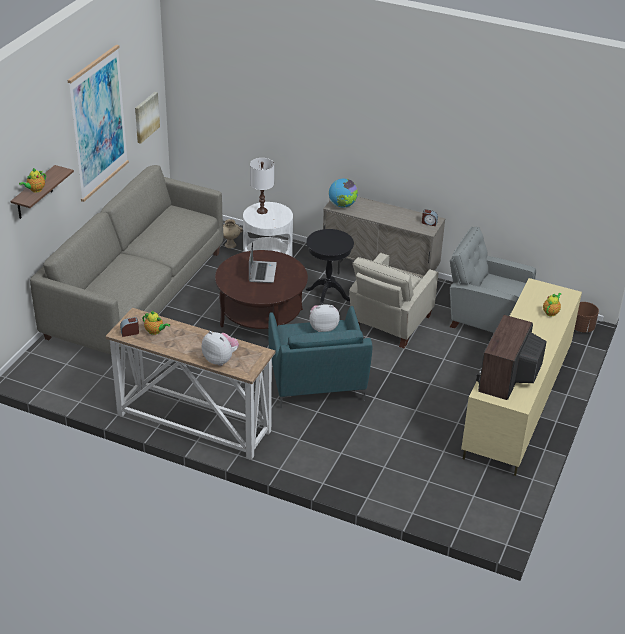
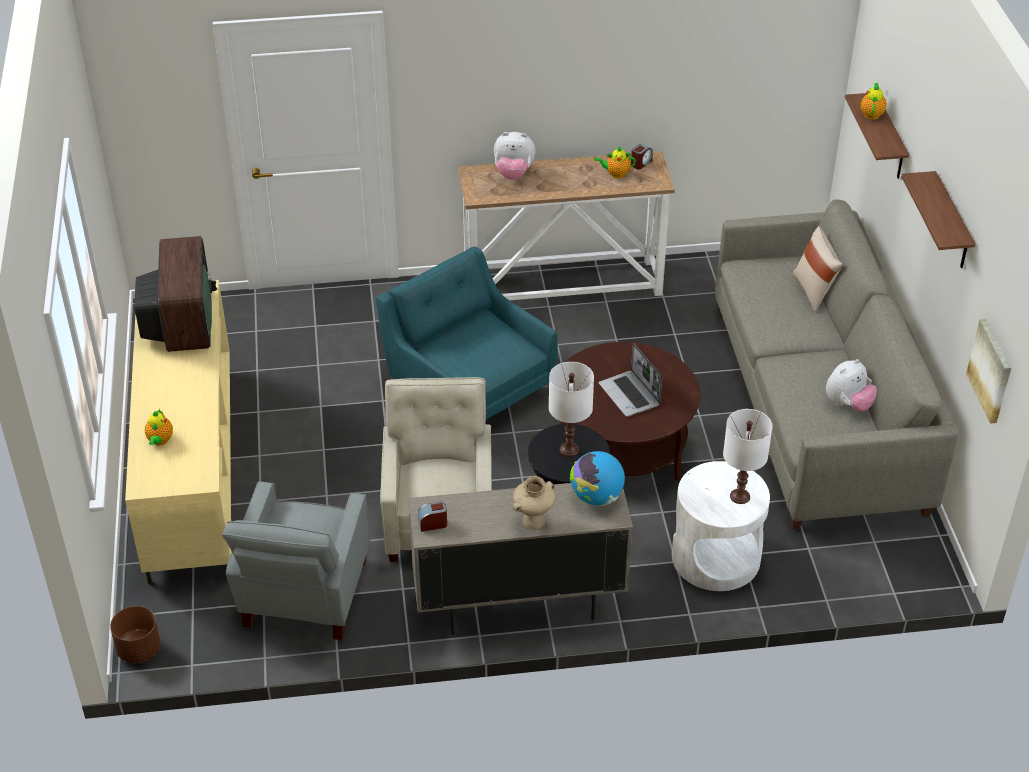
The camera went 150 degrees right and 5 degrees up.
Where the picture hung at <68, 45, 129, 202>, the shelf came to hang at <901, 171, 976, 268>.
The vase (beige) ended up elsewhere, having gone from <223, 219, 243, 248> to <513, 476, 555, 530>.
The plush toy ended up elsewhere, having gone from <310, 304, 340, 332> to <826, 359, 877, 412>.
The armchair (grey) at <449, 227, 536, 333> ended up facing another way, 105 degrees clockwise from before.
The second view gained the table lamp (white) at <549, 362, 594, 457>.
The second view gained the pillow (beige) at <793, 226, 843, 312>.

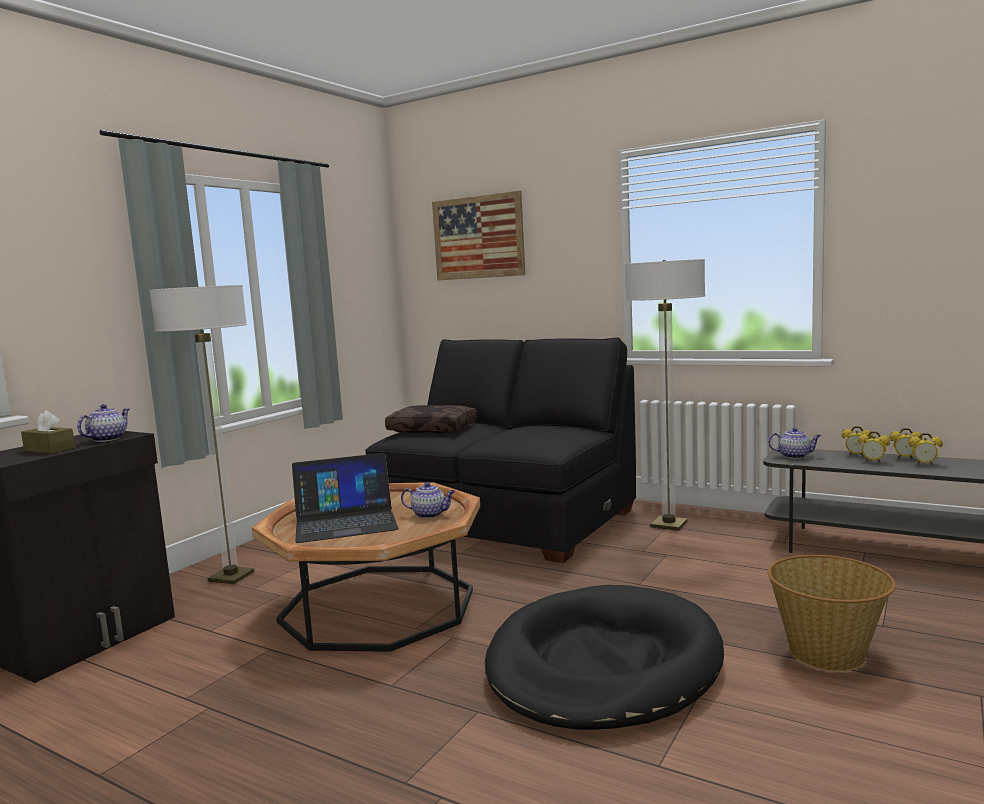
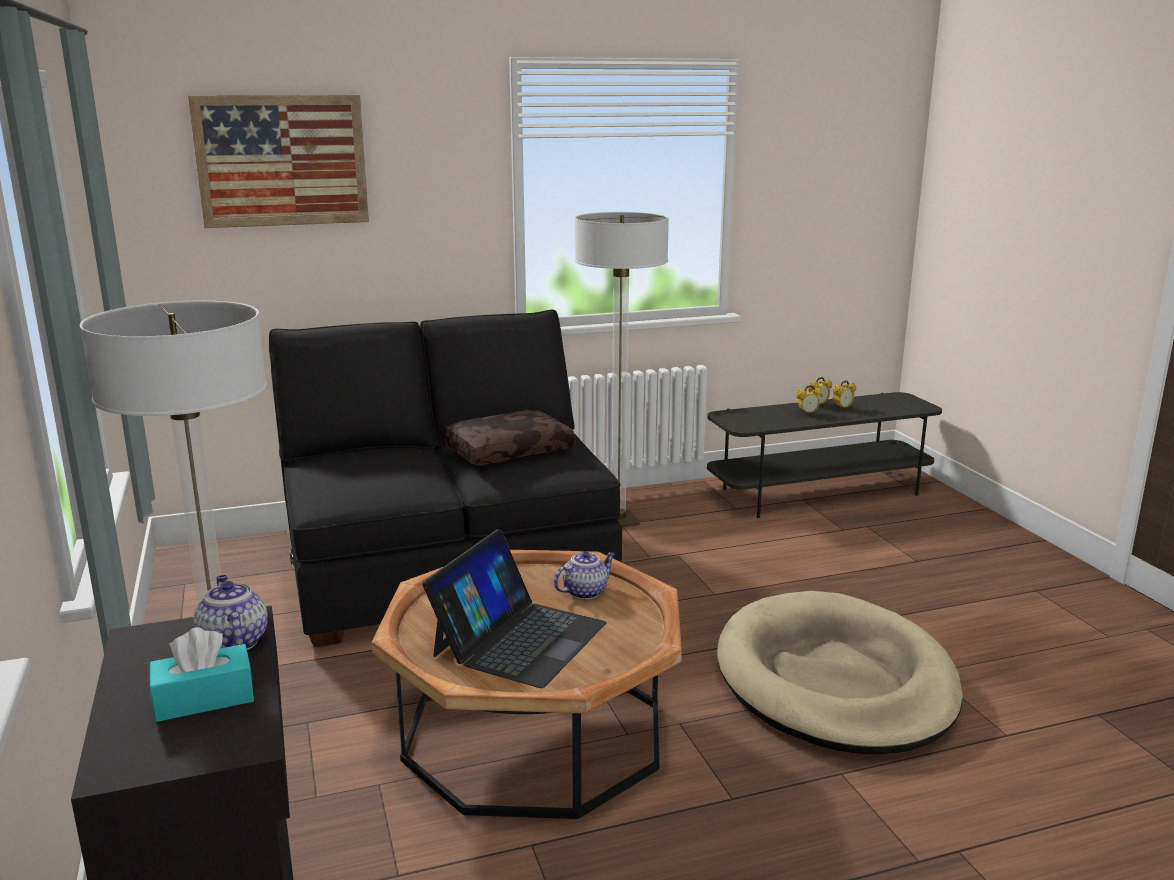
The camera went 50 degrees left and 10 degrees up.
What was the tissue box (brown) at <21, 410, 75, 453> turned into the tissue box (turquoise) at <150, 627, 254, 722>.
The pillow (brown) ended up elsewhere, having gone from <385, 405, 477, 433> to <442, 410, 575, 465>.
What was the dog bed (black) at <485, 585, 724, 730> turned into the dog bed (beige) at <717, 591, 963, 754>.
The second view lost the teapot at <768, 428, 821, 459>.
The second view lost the basket at <768, 555, 896, 671>.
The second view lost the alarm clock at <842, 426, 873, 456>.

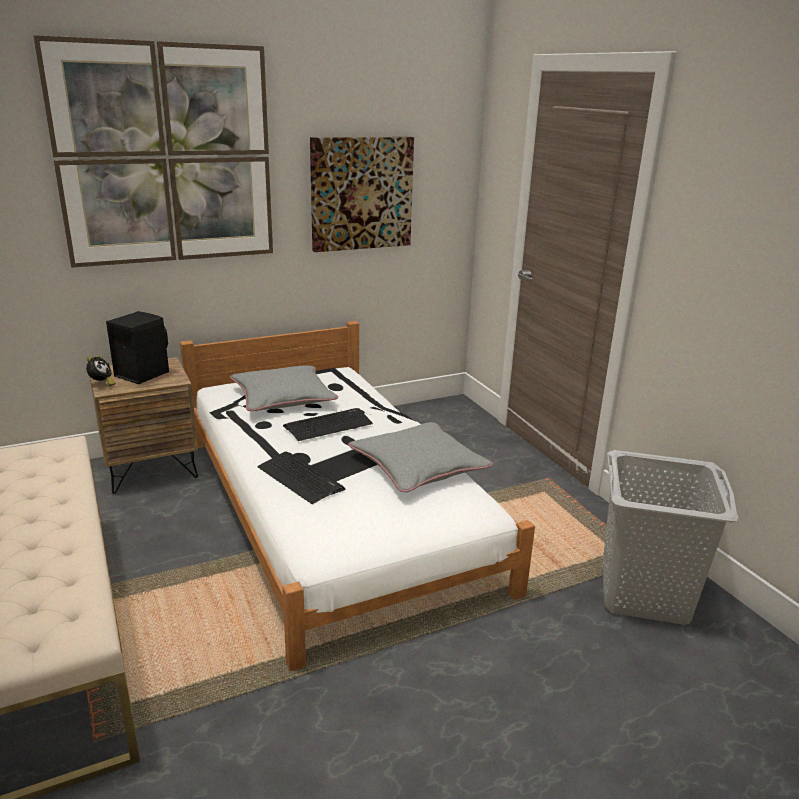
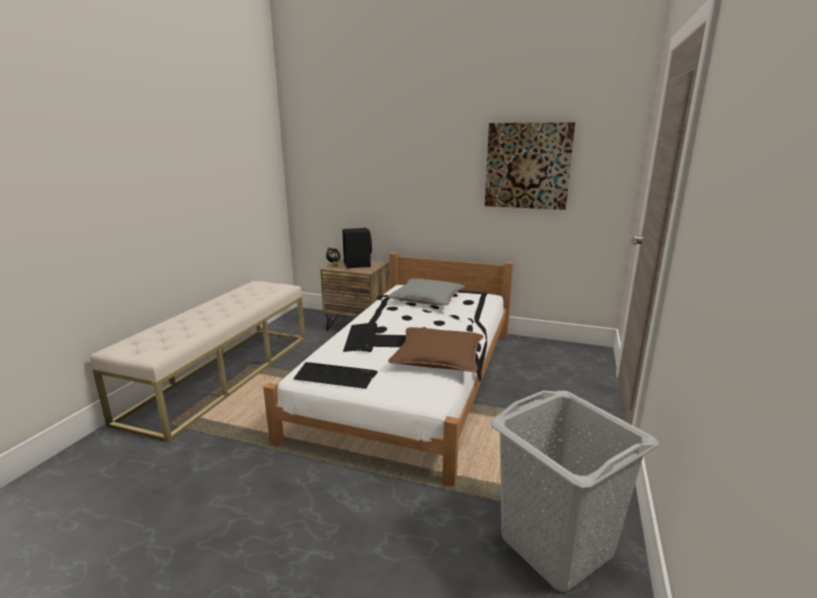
The camera went 45 degrees right and 5 degrees down.
The second view lost the picture at <33, 35, 273, 268>.
The keyboard ended up elsewhere, having gone from <283, 408, 373, 441> to <293, 362, 378, 389>.
What was the pillow (grey) at <348, 422, 493, 492> turned into the pillow (brown) at <388, 327, 483, 372>.

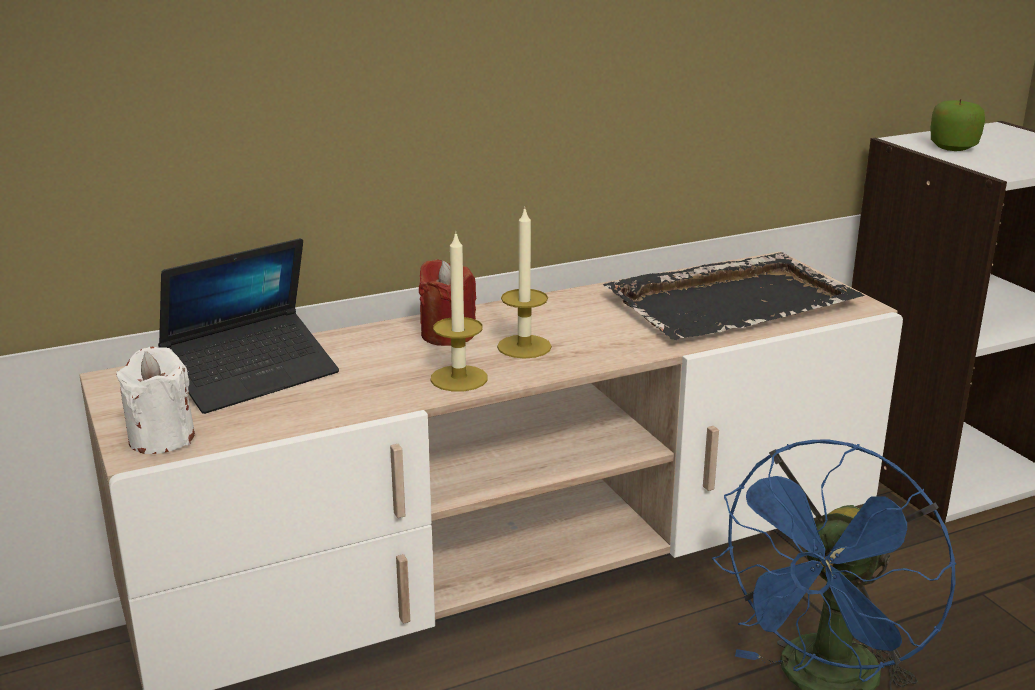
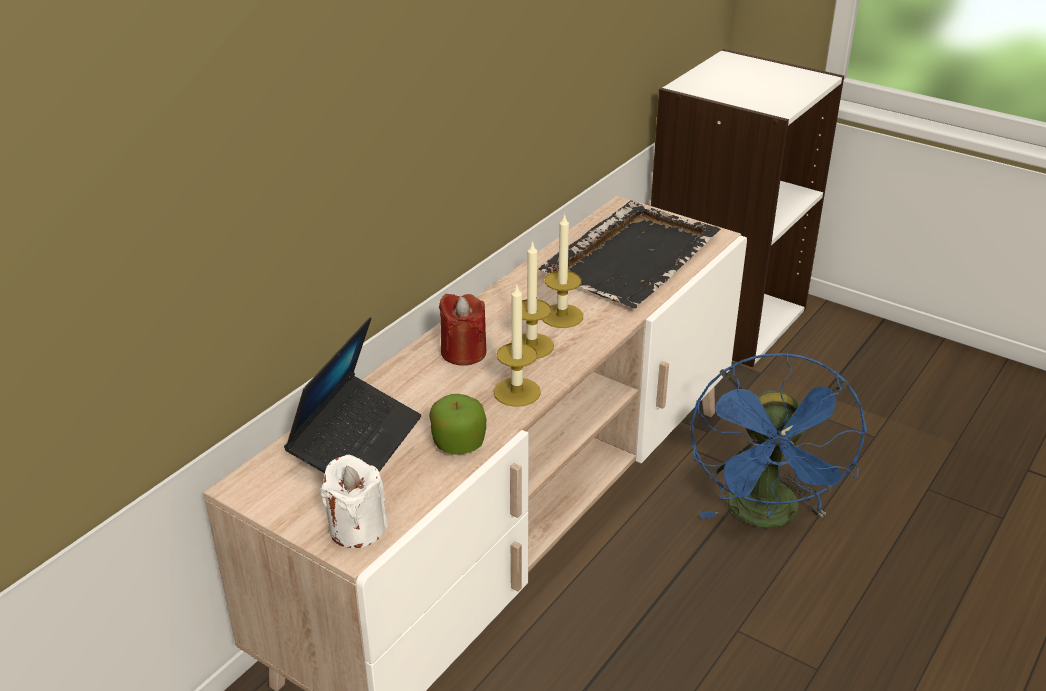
The camera went 30 degrees left and 10 degrees up.
The apple ended up elsewhere, having gone from <931, 99, 985, 151> to <429, 394, 486, 455>.
The second view gained the candle at <542, 213, 583, 328>.

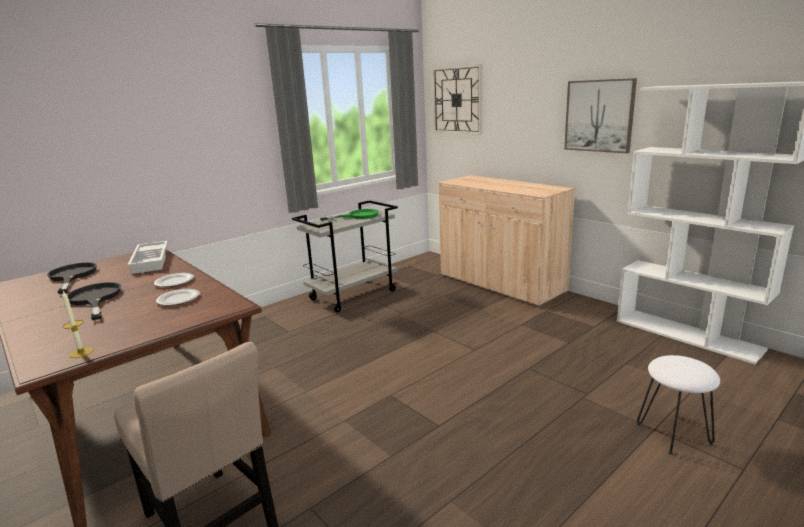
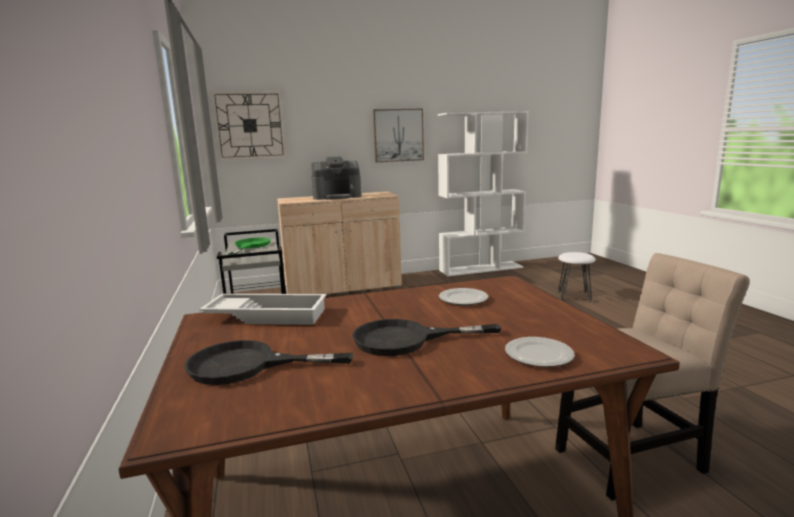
The camera went 65 degrees left and 5 degrees down.
The second view lost the candle at <62, 291, 93, 358>.
The plate ended up elsewhere, having gone from <154, 273, 194, 287> to <505, 337, 575, 367>.
The second view gained the coffee machine at <311, 157, 361, 200>.

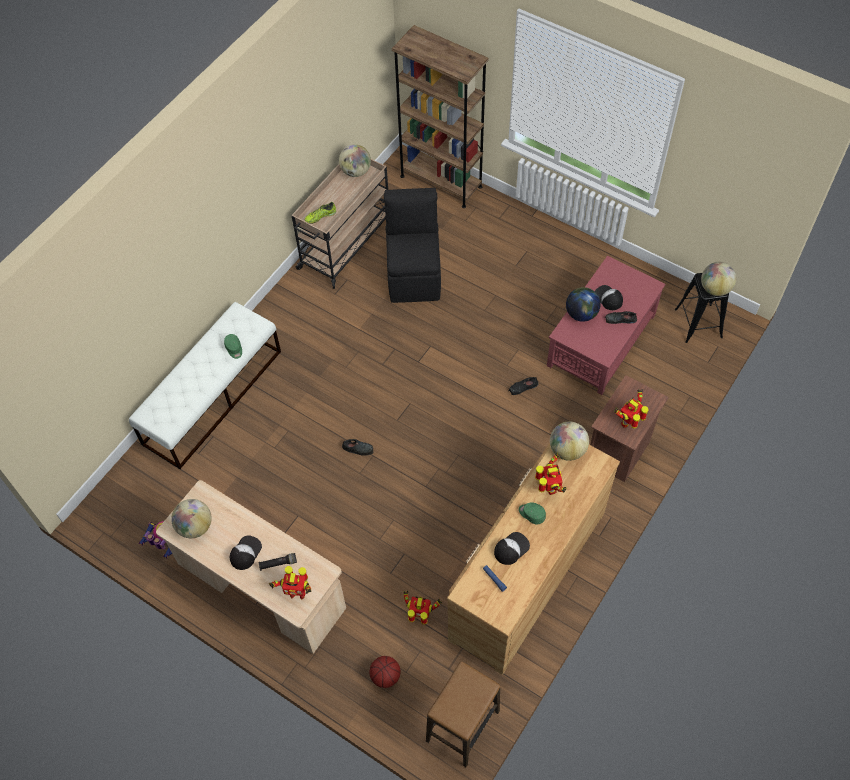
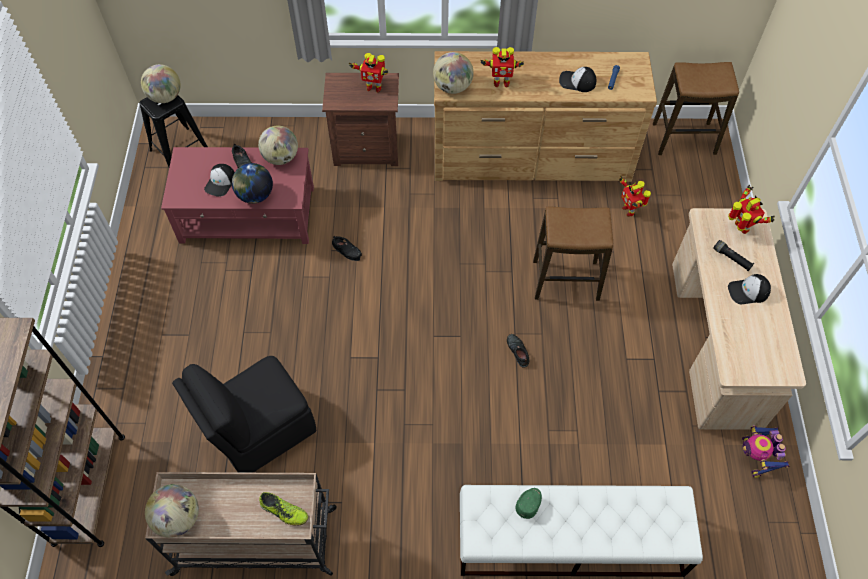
The camera went 125 degrees left and 0 degrees up.
The globe ended up elsewhere, having gone from <171, 499, 212, 538> to <258, 126, 298, 165>.
The second view lost the basketball at <369, 656, 401, 688>.
The second view lost the cap (green) at <519, 502, 546, 525>.
The toy robot at <535, 453, 567, 495> ended up facing another way, 135 degrees counterclockwise from before.
The second view gained the stool at <533, 207, 613, 301>.

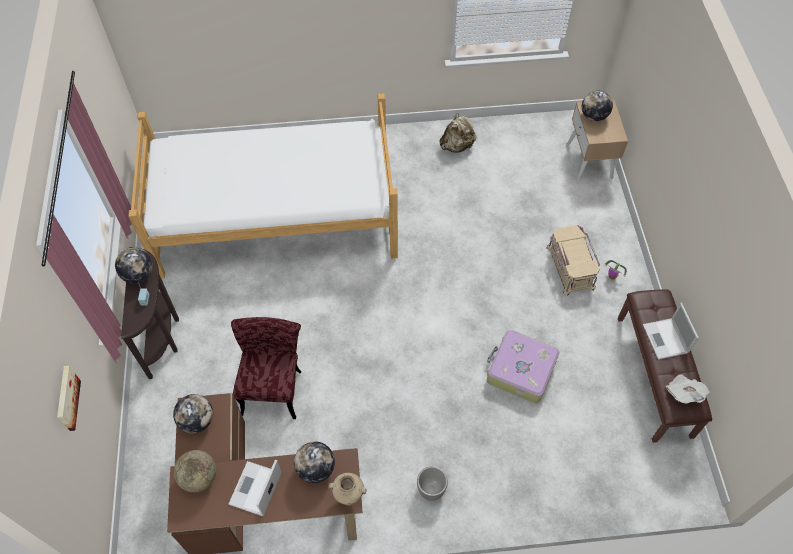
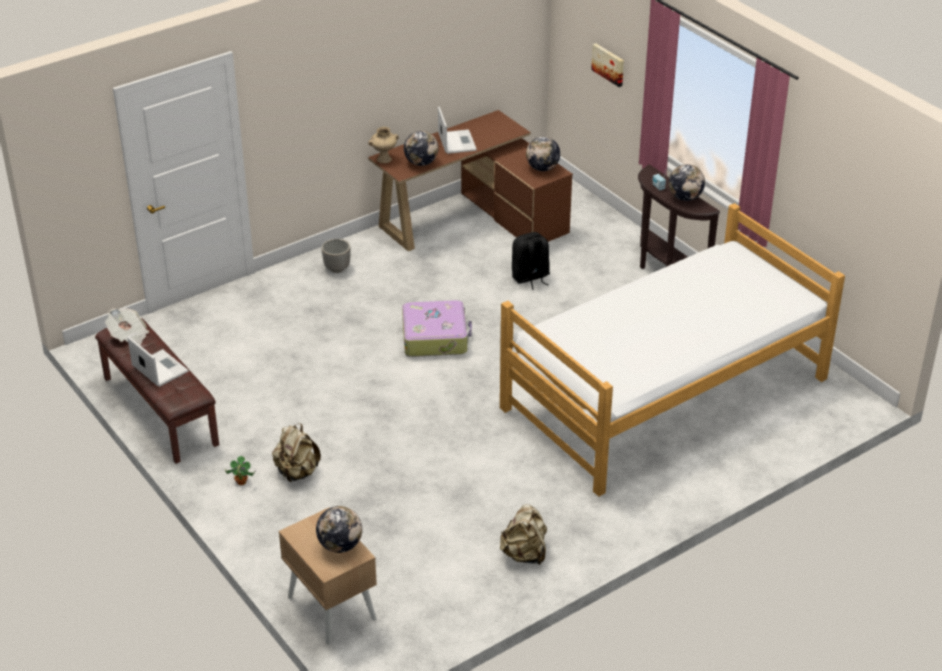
The camera went 150 degrees right and 20 degrees down.
The second view lost the globe at <174, 450, 216, 492>.
Where the chair (red) stood at <231, 317, 301, 419>, the backpack (black) came to stand at <512, 232, 550, 290>.
The suitcase ended up elsewhere, having gone from <487, 330, 559, 403> to <402, 300, 472, 357>.
Where the storage box (beige) stood at <546, 225, 600, 295>, the backpack (beige) came to stand at <272, 423, 321, 482>.

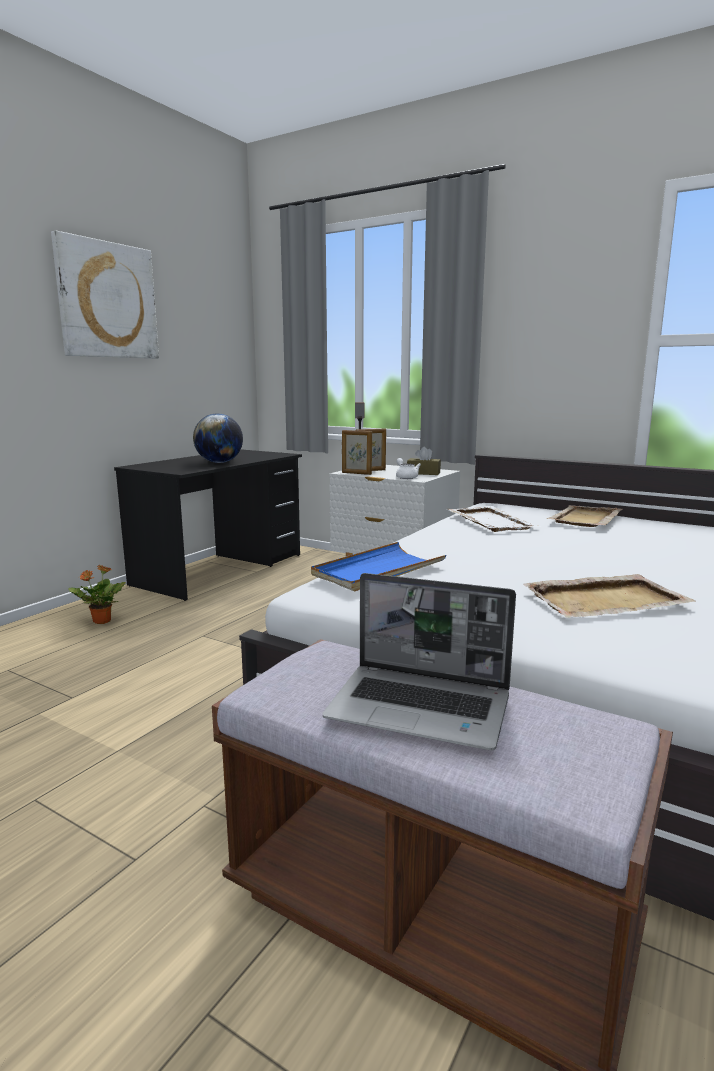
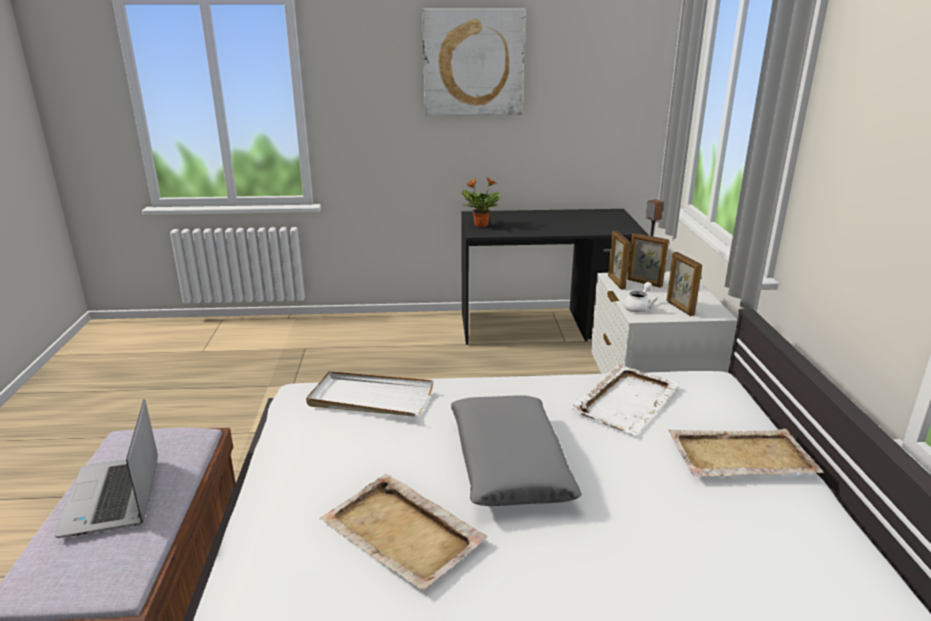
The camera went 55 degrees right and 10 degrees up.
The potted plant ended up elsewhere, having gone from <68, 564, 126, 624> to <462, 177, 502, 227>.
The second view lost the globe at <193, 413, 243, 463>.
What was the tray (blue) at <311, 542, 447, 591> turned into the tray (white) at <306, 371, 433, 417>.
Where the tissue box (brown) stood at <407, 447, 441, 475>, the picture frame came to stand at <666, 252, 702, 316>.
The second view gained the pillow (grey) at <451, 395, 582, 506>.

